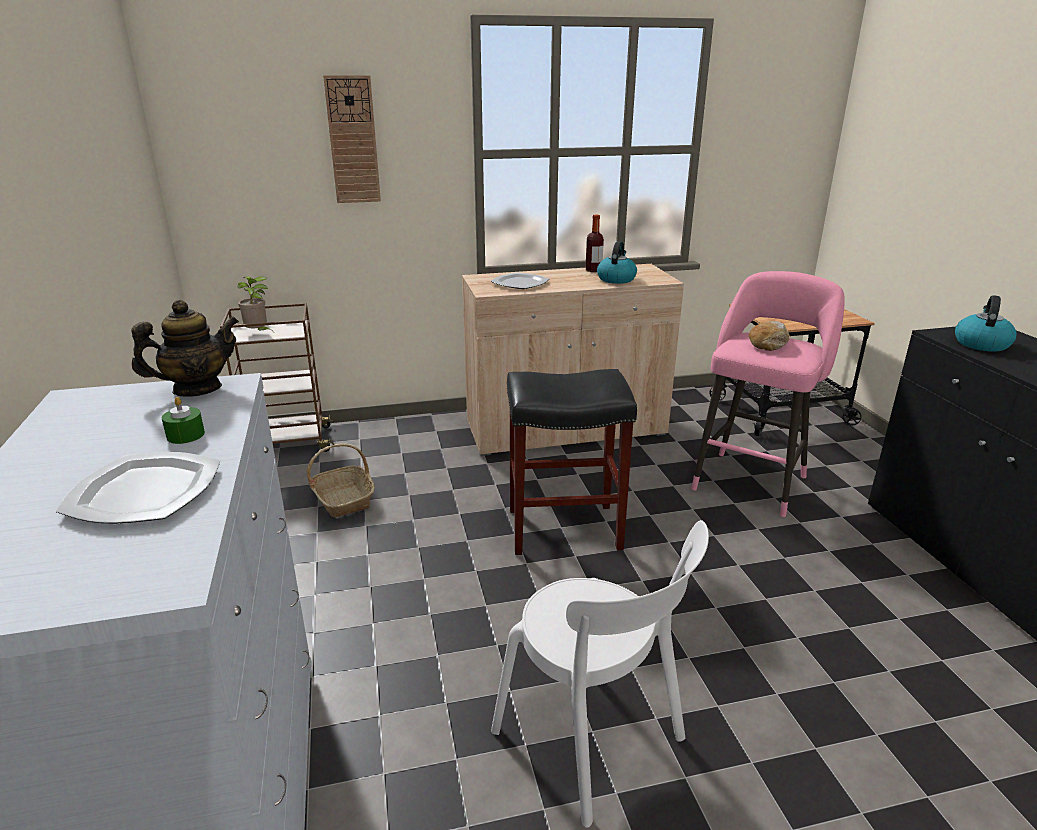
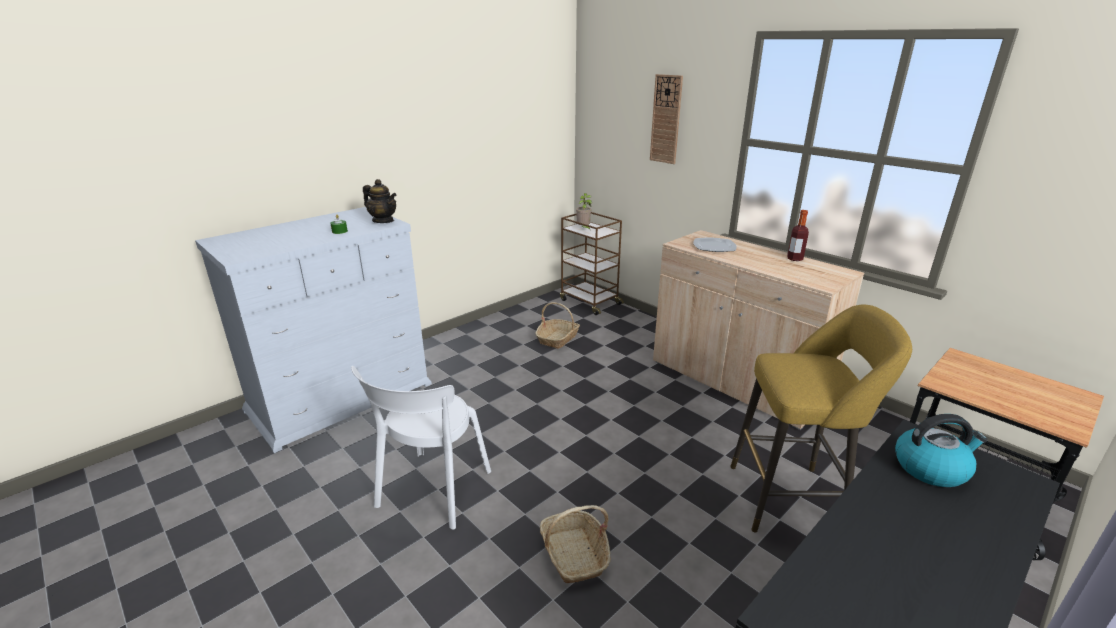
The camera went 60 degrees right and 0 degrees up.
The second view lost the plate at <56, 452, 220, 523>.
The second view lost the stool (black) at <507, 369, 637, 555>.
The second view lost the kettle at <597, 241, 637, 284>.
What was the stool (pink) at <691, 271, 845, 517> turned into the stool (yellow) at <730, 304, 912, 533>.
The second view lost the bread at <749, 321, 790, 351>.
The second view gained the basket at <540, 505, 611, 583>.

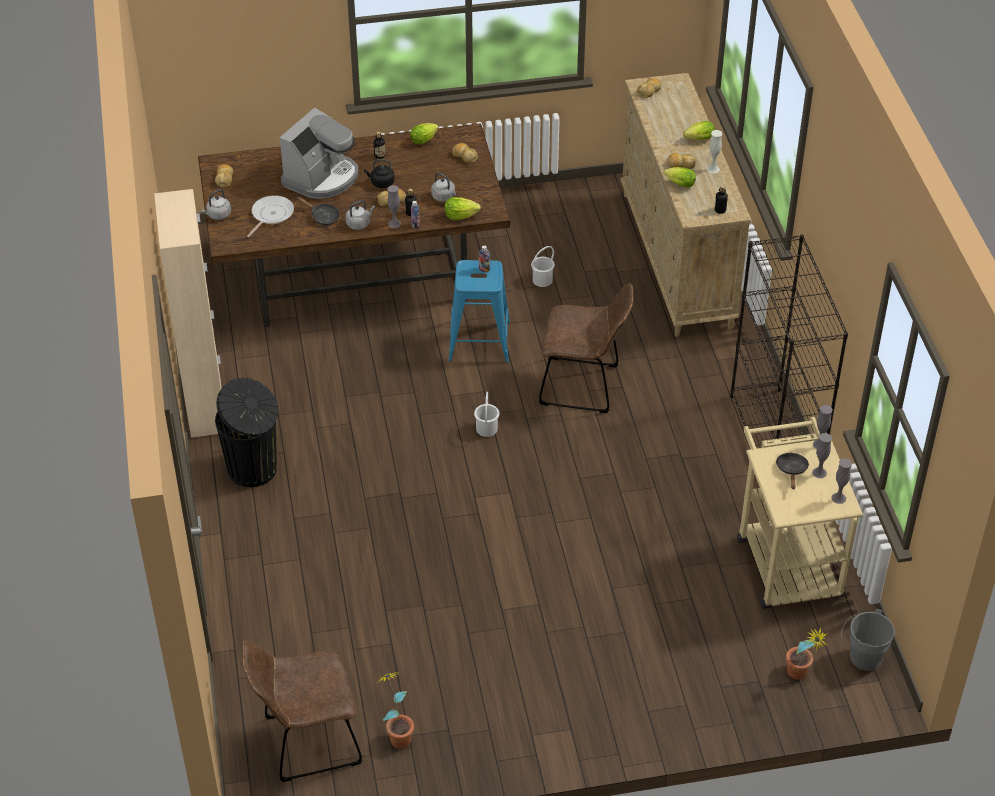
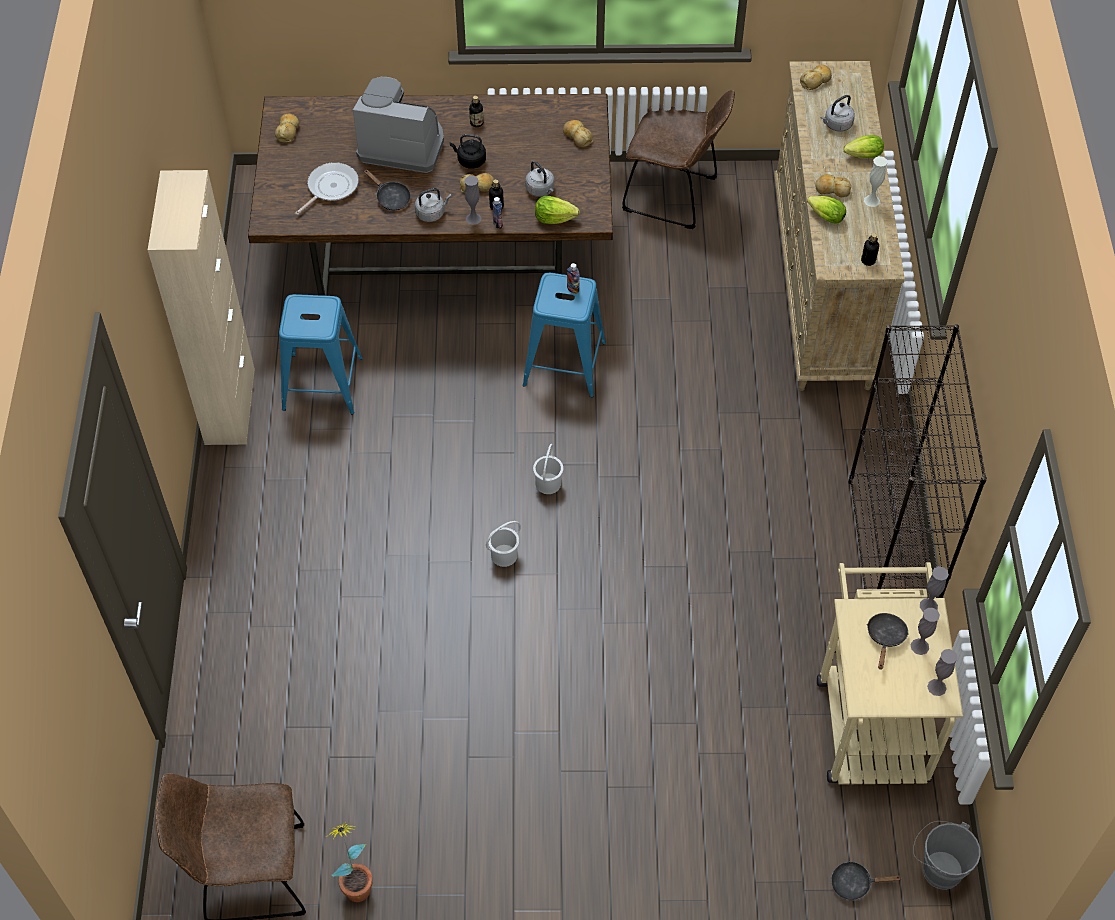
The camera went 10 degrees right and 10 degrees up.
The kettle (grey) ended up elsewhere, having gone from <201, 189, 231, 220> to <821, 95, 855, 132>.
The second view lost the trash can (black) at <215, 377, 279, 487>.
The coffee machine at <280, 107, 358, 199> ended up facing another way, 120 degrees counterclockwise from before.
The second view lost the lettuce at <410, 123, 439, 144>.
The bucket (white) ended up elsewhere, having gone from <531, 246, 555, 287> to <486, 521, 521, 567>.
The chair (brown) ended up elsewhere, having gone from <539, 283, 633, 413> to <622, 90, 735, 229>.
Where the potted plant stood at <786, 627, 828, 680>, the frying pan (black) came to stand at <831, 861, 901, 901>.
The second view gained the stool (blue) at <279, 294, 363, 414>.

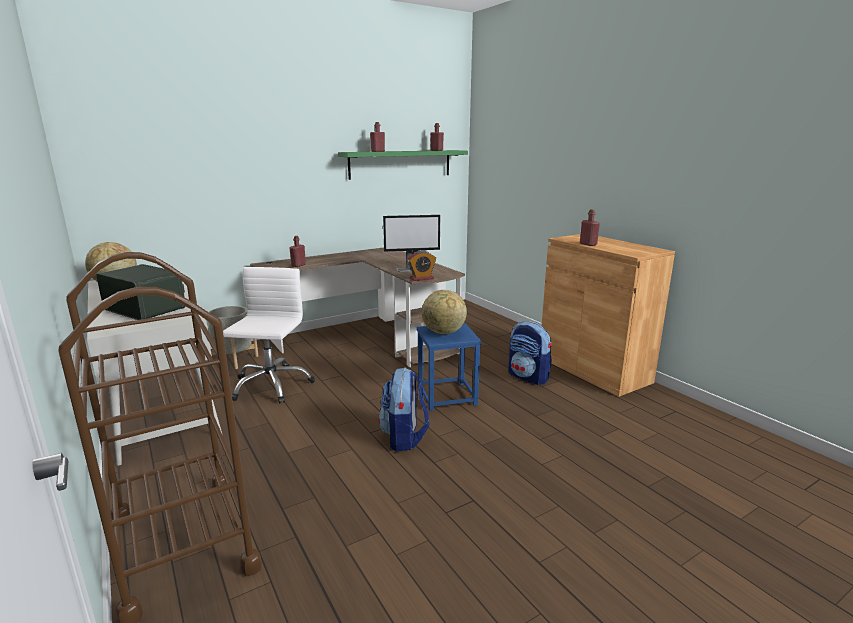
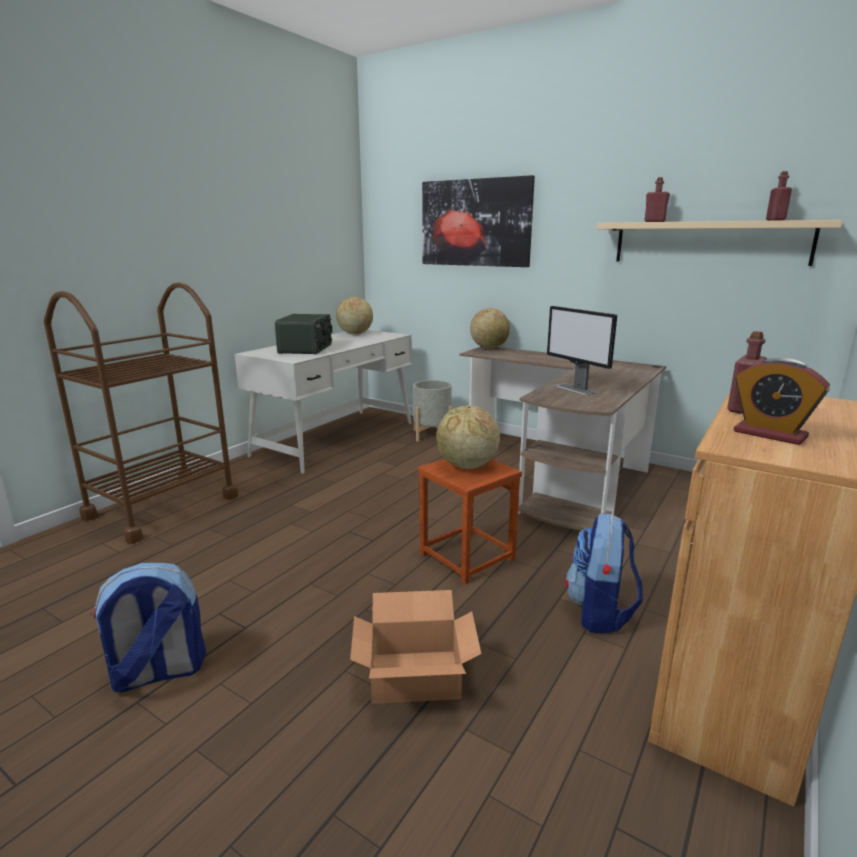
The camera went 65 degrees right and 0 degrees up.
The second view lost the office chair (white) at <223, 267, 315, 404>.
The second view lost the bottle (red) at <290, 236, 306, 267>.
What was the shelf (green) at <338, 150, 468, 180> turned into the shelf (beige) at <597, 220, 843, 266>.
The backpack ended up elsewhere, having gone from <378, 368, 429, 452> to <91, 563, 206, 692>.
The alarm clock ended up elsewhere, having gone from <407, 250, 436, 281> to <734, 358, 830, 445>.
What was the stool (blue) at <417, 323, 482, 411> turned into the stool (brown) at <418, 459, 522, 584>.
The second view gained the cardboard box at <350, 590, 482, 704>.
The second view gained the picture at <422, 175, 535, 267>.
The second view gained the globe at <470, 308, 510, 349>.

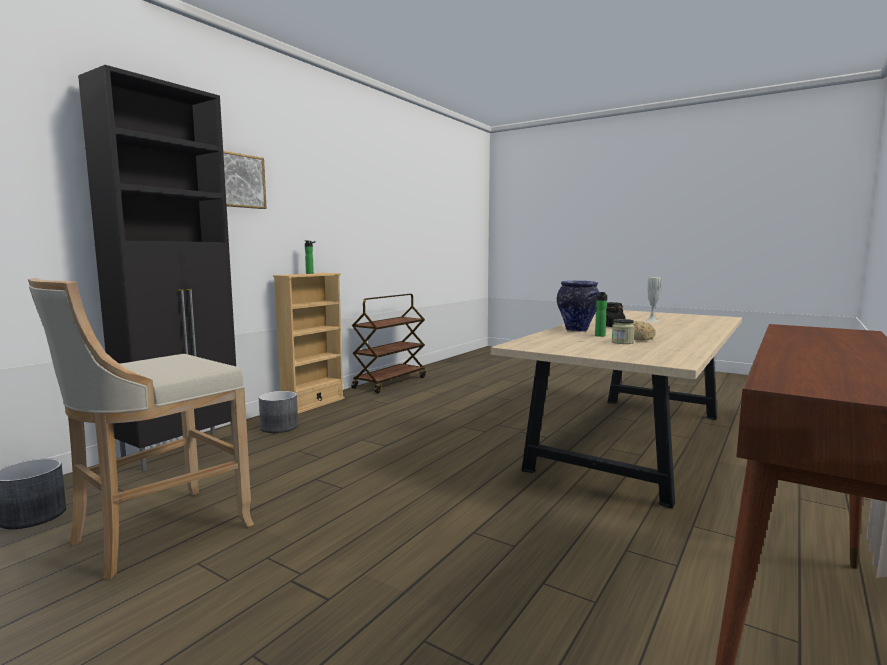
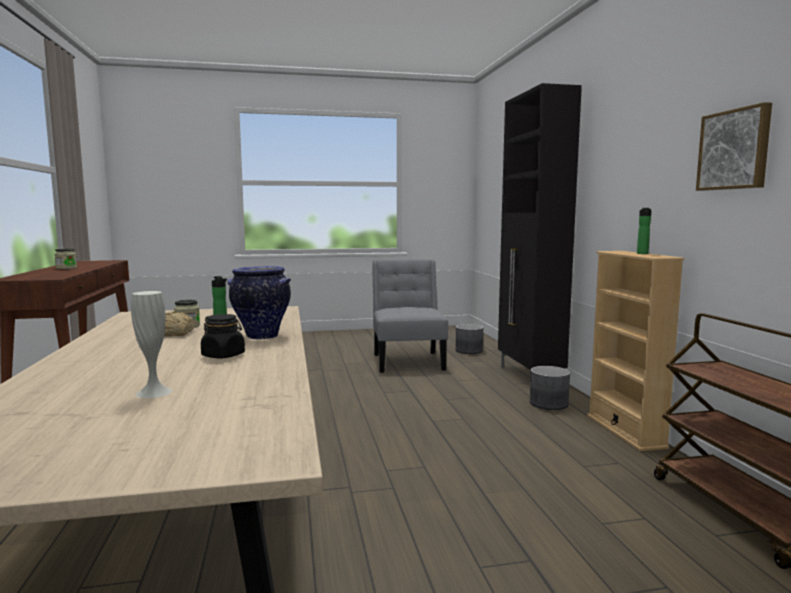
The camera went 135 degrees right and 0 degrees up.
Where the stool (beige) stood at <28, 278, 254, 579>, the chair (grey) came to stand at <372, 259, 448, 373>.
The picture ended up elsewhere, having gone from <223, 151, 267, 209> to <696, 102, 772, 191>.
The second view gained the jar at <55, 248, 77, 269>.

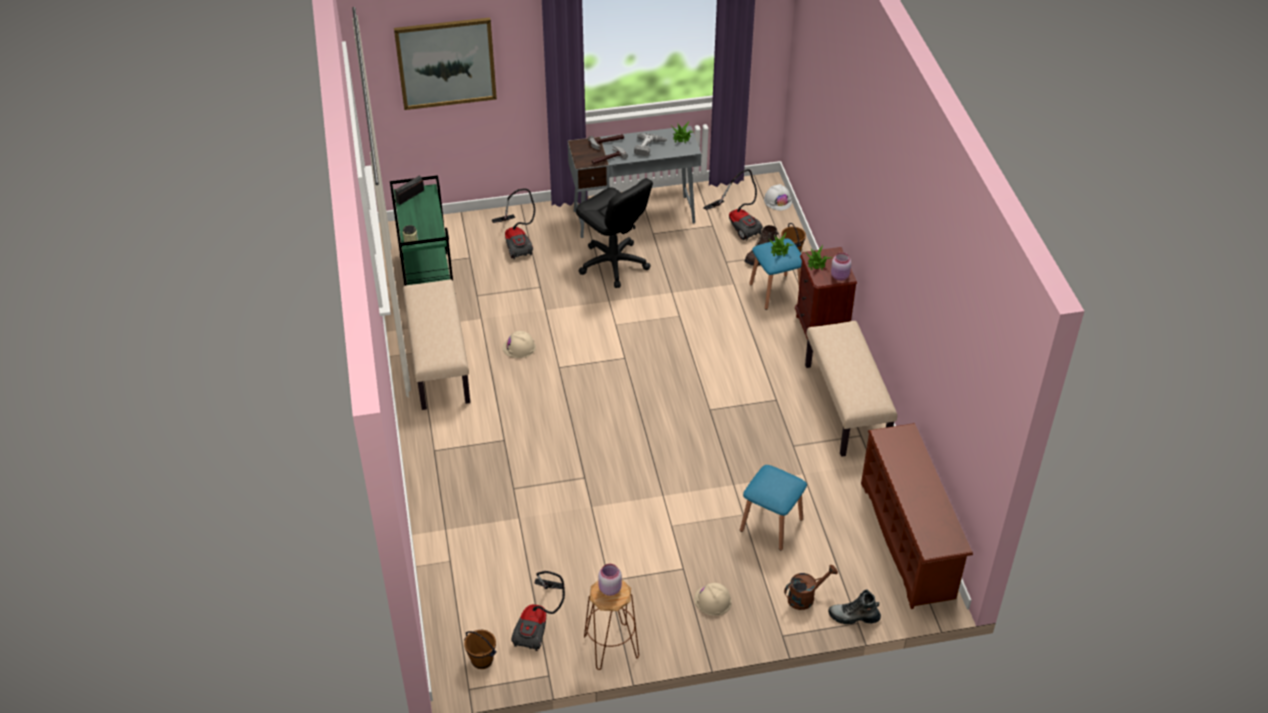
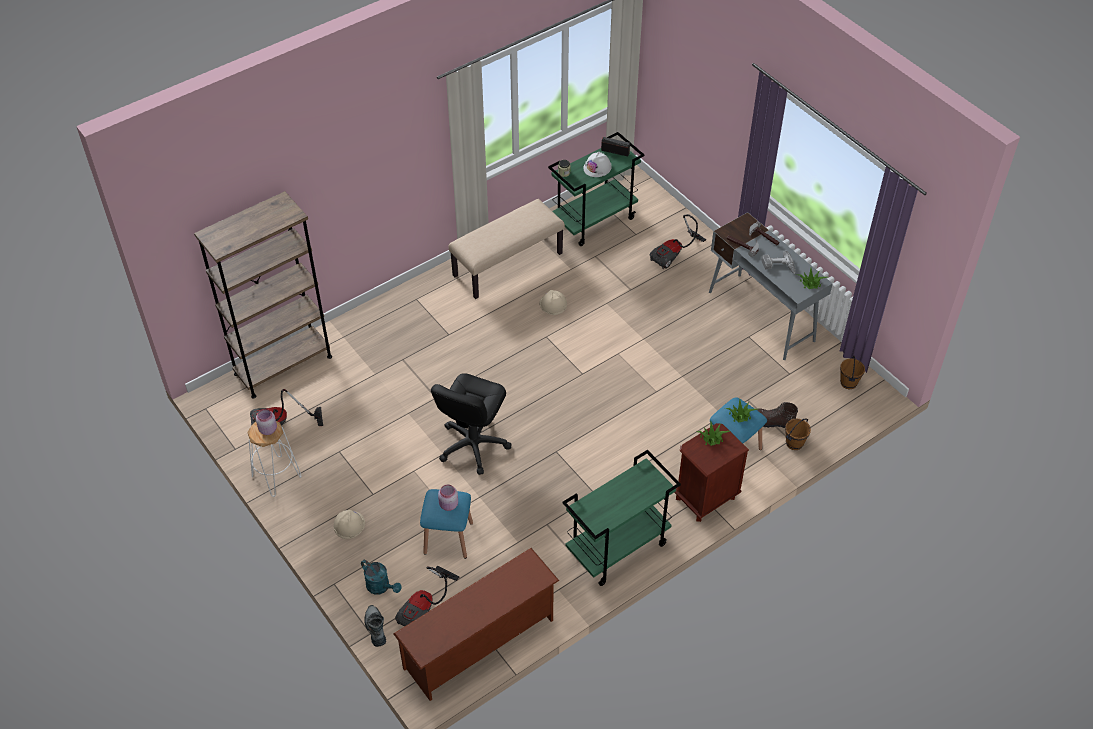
The camera went 65 degrees right and 5 degrees up.
The second view lost the picture at <394, 18, 497, 110>.
The bucket (brown) ended up elsewhere, having gone from <464, 630, 497, 669> to <840, 356, 865, 389>.
The office chair (black) ended up elsewhere, having gone from <576, 178, 653, 288> to <431, 373, 511, 475>.
What was the stool (brown) at <584, 580, 639, 670> turned into the stool (white) at <247, 421, 301, 497>.
The vacuum cleaner ended up elsewhere, having gone from <703, 169, 763, 241> to <395, 565, 460, 626>.
The hard hat (white) ended up elsewhere, having gone from <764, 184, 792, 211> to <583, 152, 611, 177>.
What was the watering can (brown) at <784, 564, 838, 610> turned into the watering can (turquoise) at <361, 560, 402, 595>.
Where the bench (beige) stood at <805, 321, 897, 457>, the cart (green) came to stand at <562, 450, 681, 586>.
The jar (pink) ended up elsewhere, having gone from <831, 253, 851, 281> to <438, 484, 458, 511>.
The second view gained the bookcase (brown) at <194, 191, 332, 399>.

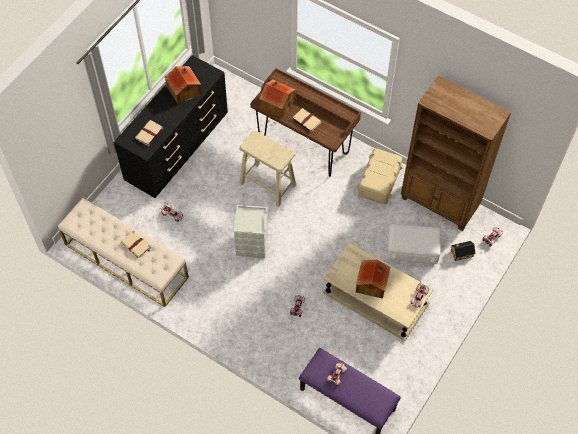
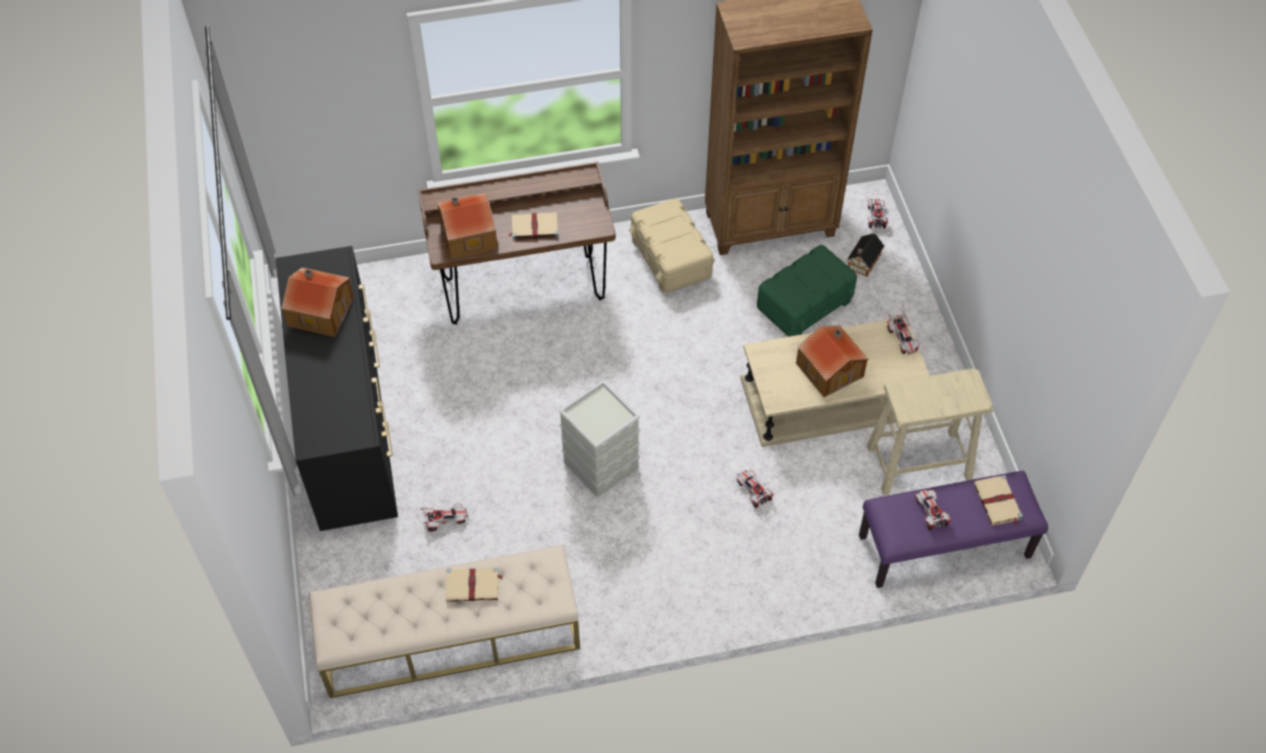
The camera went 45 degrees left and 5 degrees down.
The book (beige) ended up elsewhere, having gone from <135, 120, 163, 146> to <974, 475, 1023, 525>.
The stool (beige) ended up elsewhere, having gone from <239, 131, 296, 207> to <867, 368, 993, 495>.
What was the storage box (white) at <387, 224, 441, 266> turned into the storage box (green) at <757, 245, 857, 337>.

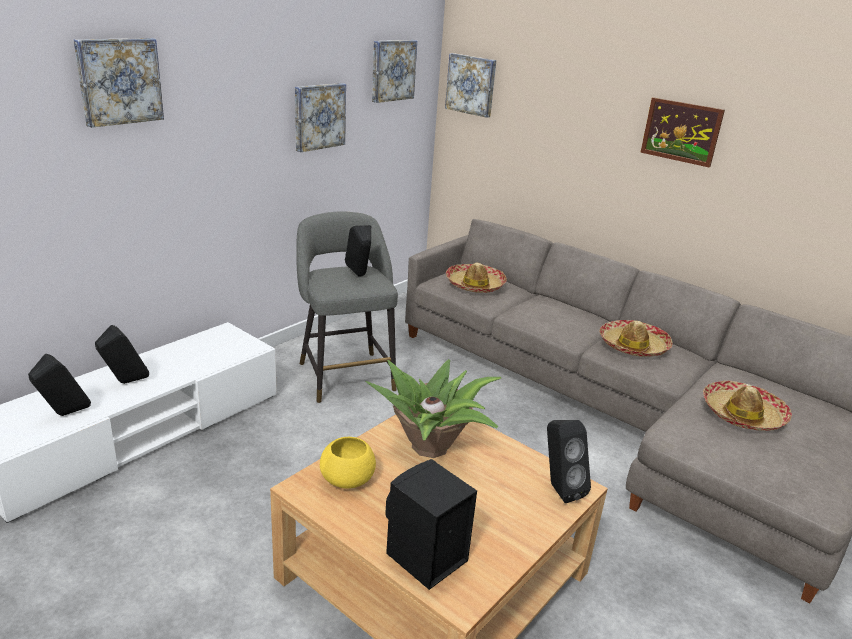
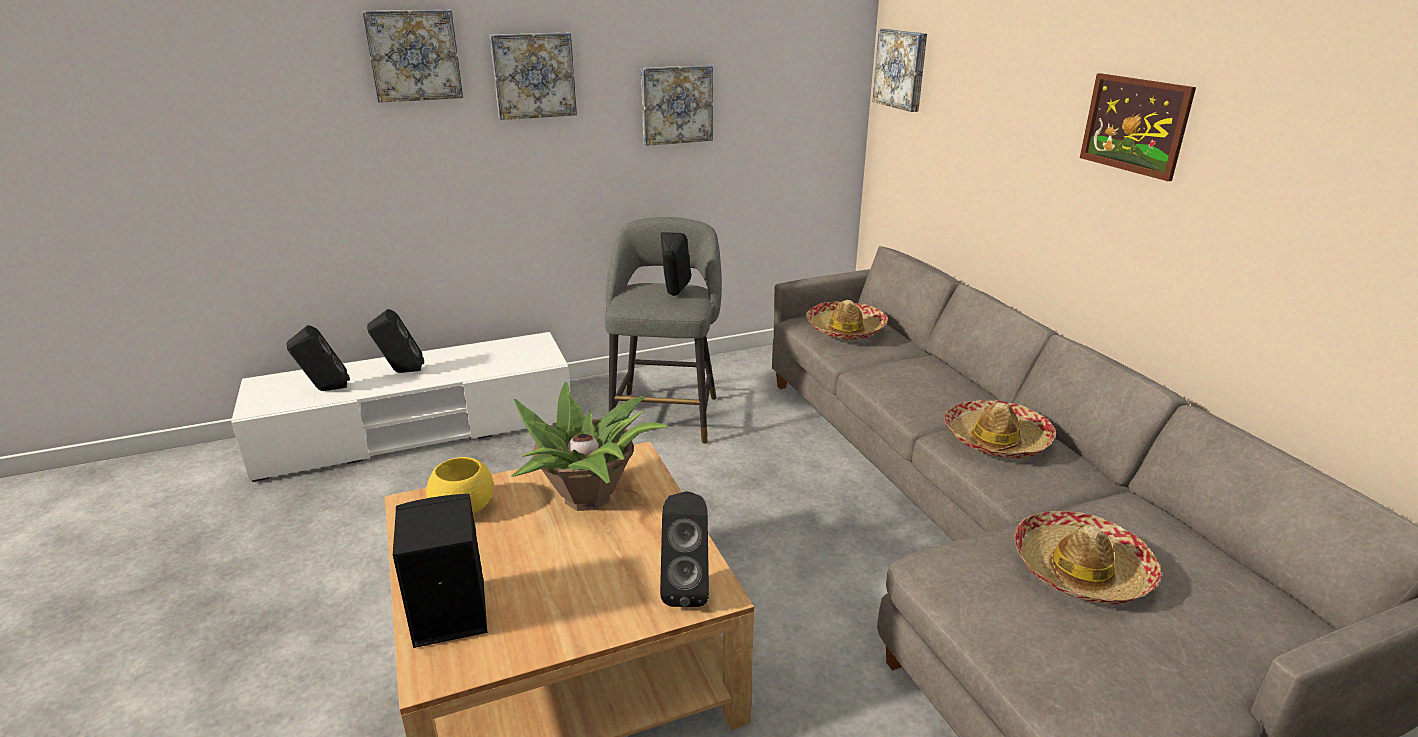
The camera went 30 degrees right and 0 degrees up.
The picture ended up elsewhere, having gone from <372, 40, 417, 103> to <490, 32, 577, 120>.

